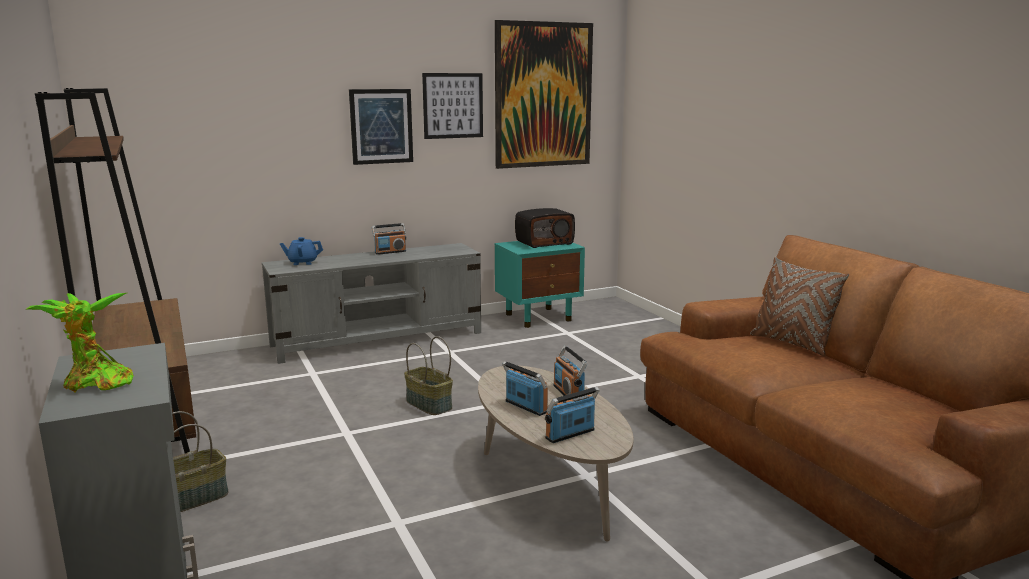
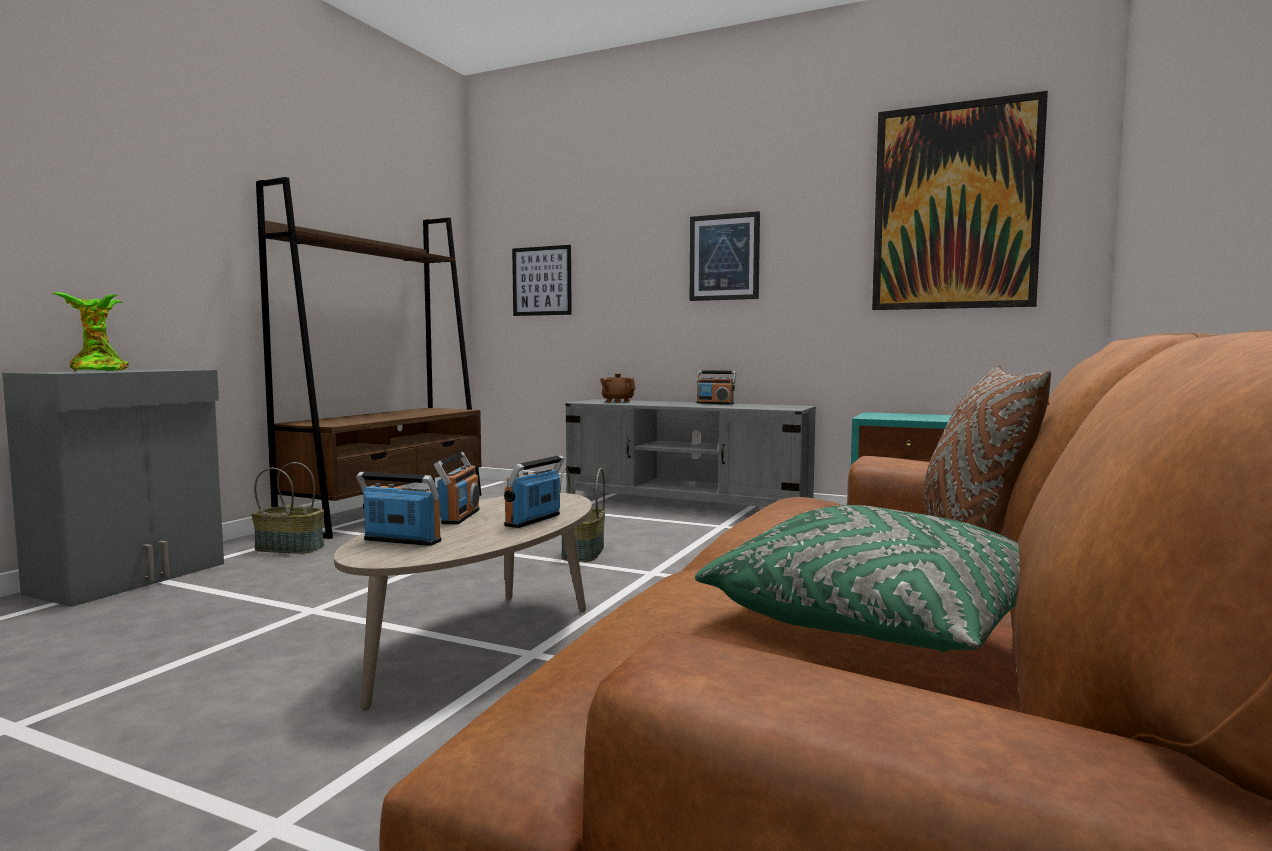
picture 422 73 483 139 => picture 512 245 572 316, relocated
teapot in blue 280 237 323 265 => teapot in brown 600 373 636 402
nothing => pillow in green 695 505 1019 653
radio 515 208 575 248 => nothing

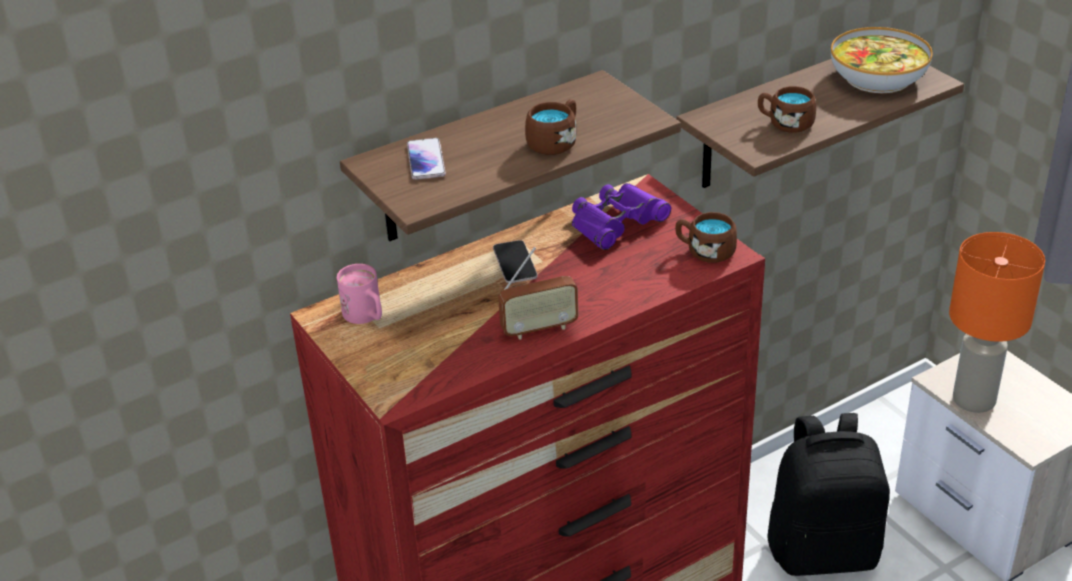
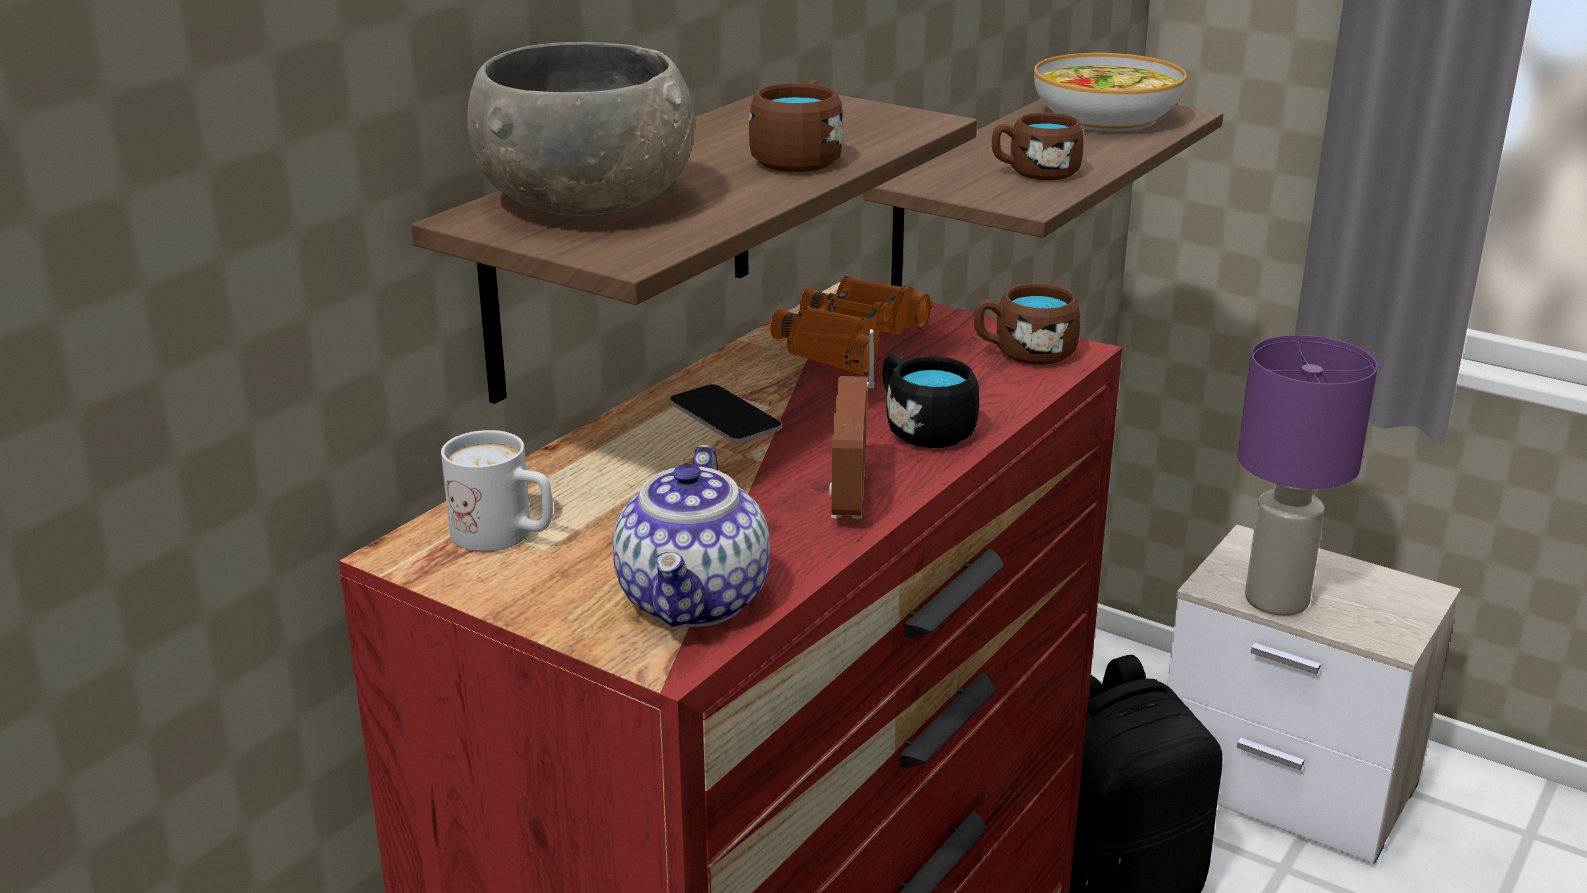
mug in pink 337 264 382 324 => mug in white 441 430 553 552
phone 407 138 446 180 => bowl in grey 467 42 695 217
nothing => teapot 613 445 770 627
binoculars in purple 572 183 671 250 => binoculars in orange 770 276 931 375
radio 498 247 578 339 => radio 829 329 874 519, 135 degrees clockwise
nothing => mug in black 883 354 979 448
table lamp in orange 949 232 1045 413 => table lamp in purple 1237 335 1378 616

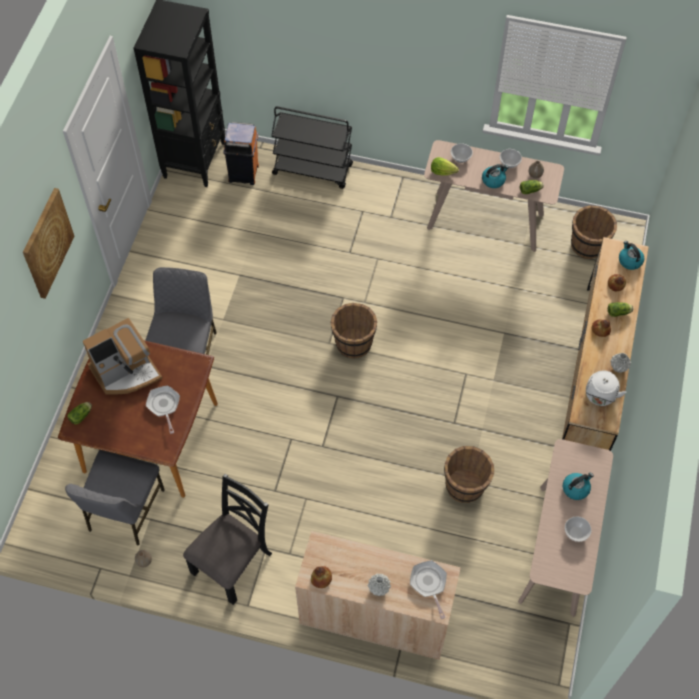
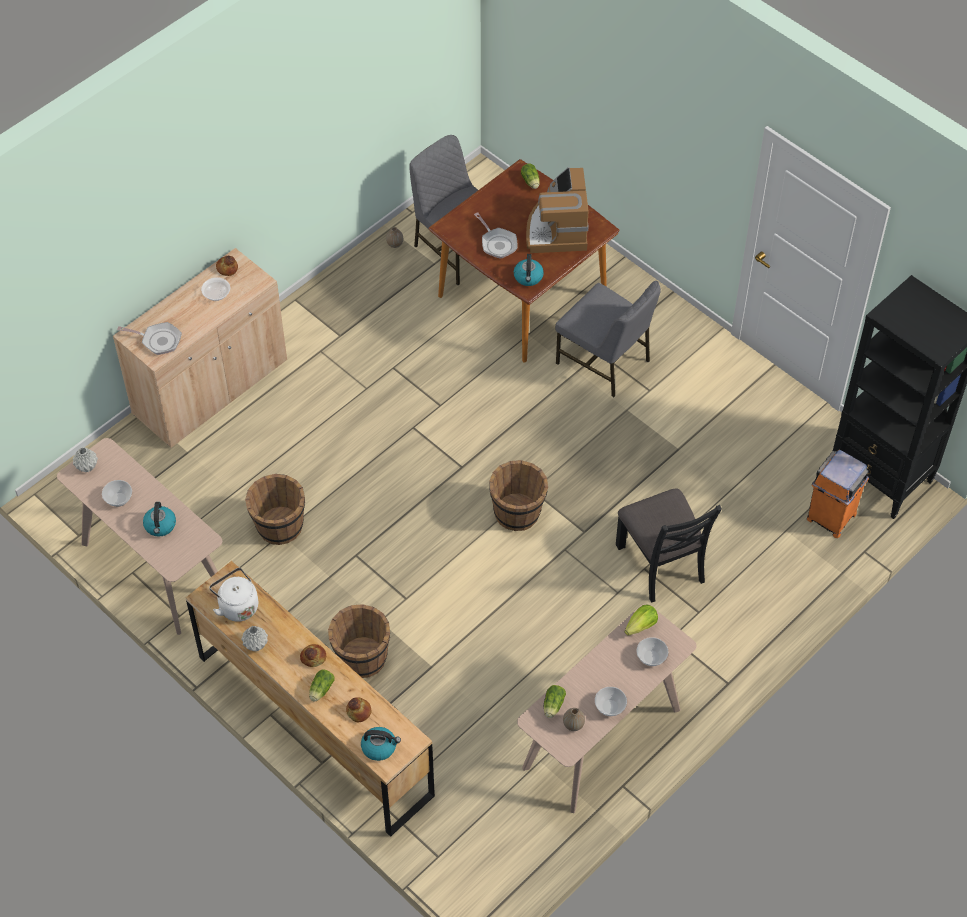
vase in grey 368 574 391 596 => vase in grey 73 447 98 472, relocated
nothing => bowl 201 277 230 301
bucket in brown 571 205 617 259 => bucket in brown 328 604 390 678, relocated
frying pan 146 385 180 434 => frying pan 474 212 518 259, 45 degrees clockwise
kettle 482 164 509 188 => kettle 514 254 544 286, relocated
chair in black 183 474 272 605 => chair in black 616 489 722 603, relocated
picture 23 188 74 299 => nothing
cart in black 271 106 353 189 => nothing

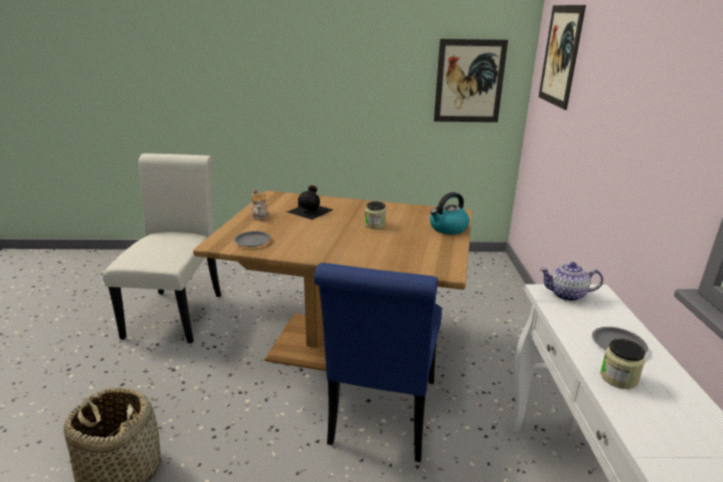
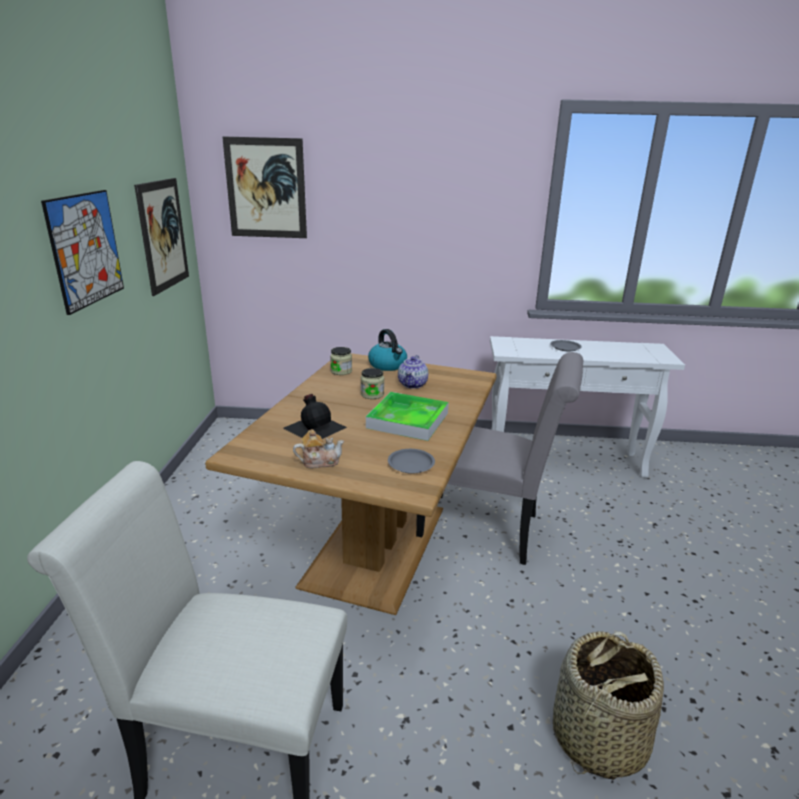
nothing => picture 41 190 124 315
jar 600 339 645 389 => jar 330 347 352 375, relocated
nothing => tray 366 392 449 441
teapot 540 262 603 301 => teapot 398 355 428 389, relocated
chair in blue 314 263 442 462 => chair in grey 416 352 583 565

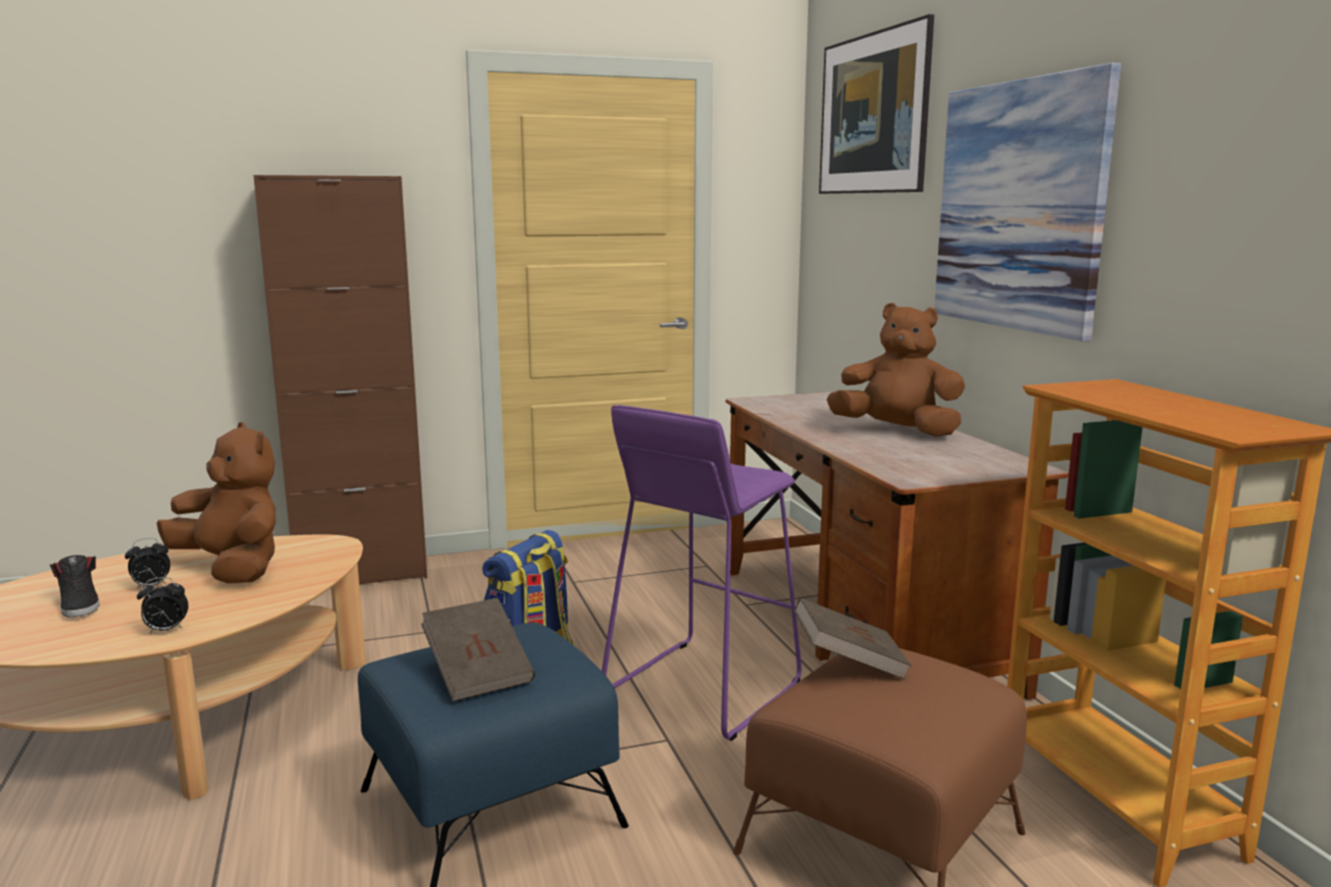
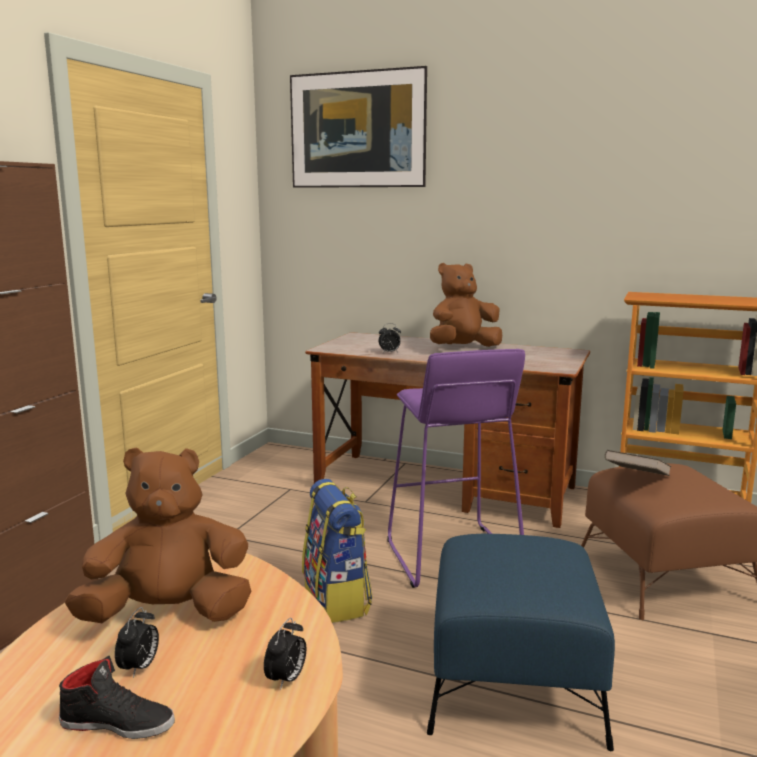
nothing => alarm clock 379 323 401 353
book in brown 421 598 535 701 => nothing
picture 934 63 1121 341 => nothing

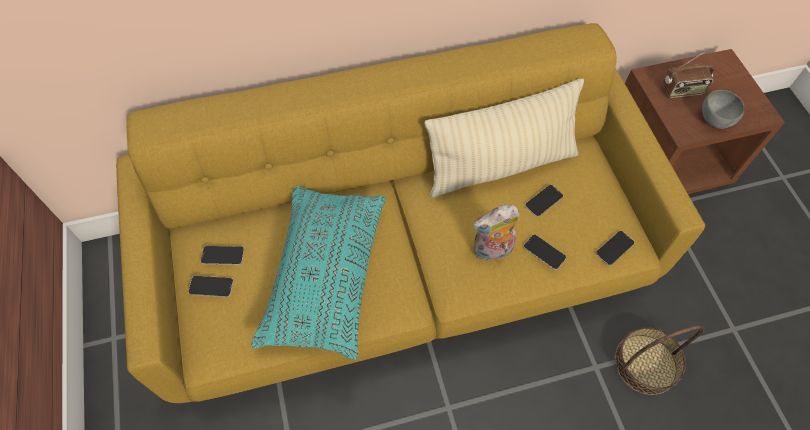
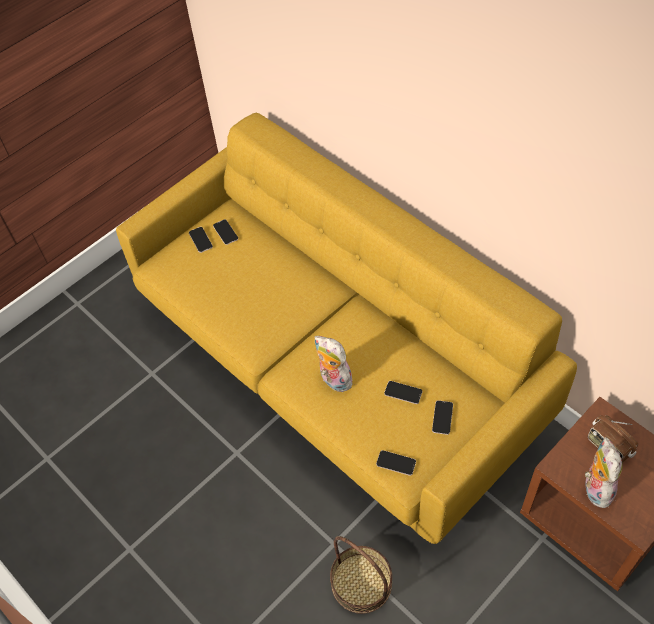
phone 523 234 566 270 => phone 432 400 453 435, relocated
bowl in grey 702 90 745 129 => plush toy 585 437 622 508
pillow in turquoise 251 186 386 360 => nothing
pillow in beige 424 78 584 198 => nothing

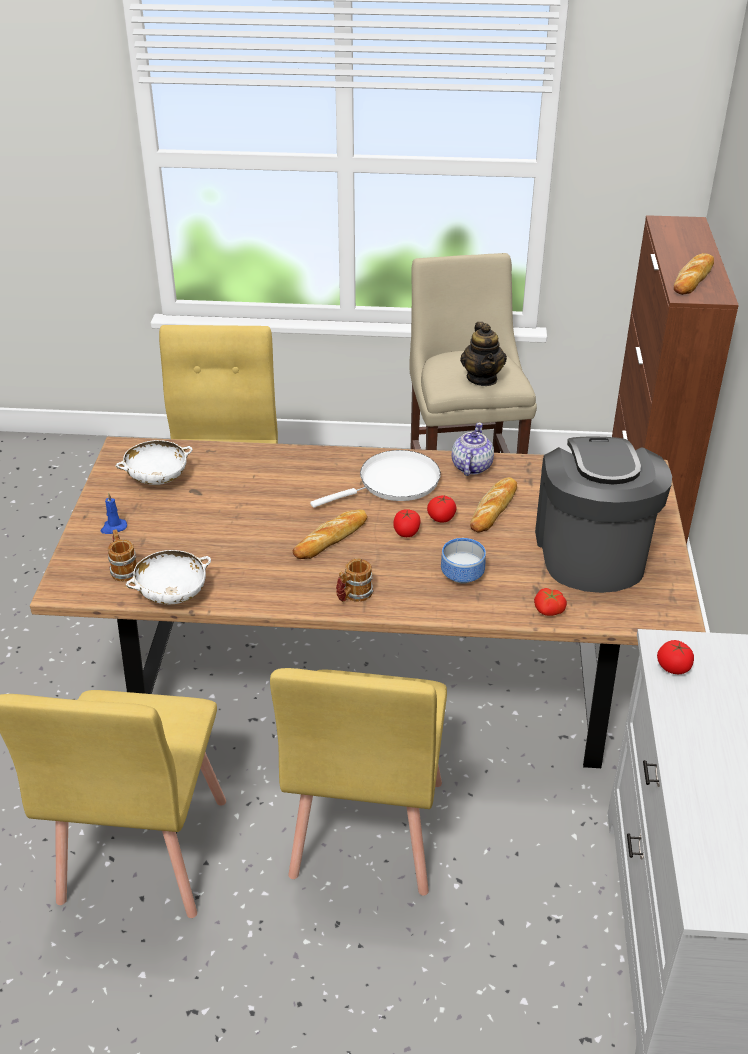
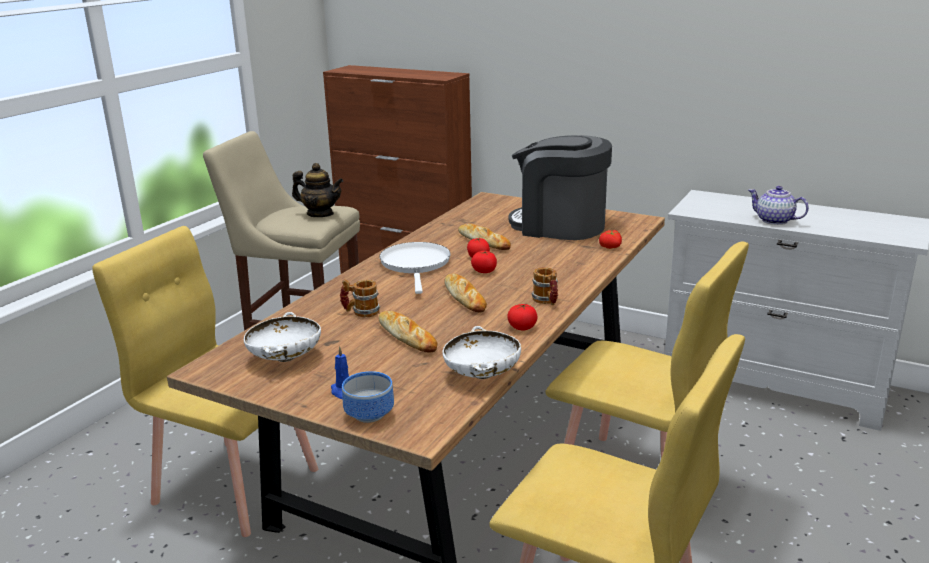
mug 108 530 138 582 => mug 340 279 380 317, relocated
bowl 441 538 486 584 => bowl 342 371 394 423, relocated
bread 674 253 714 295 => bread 378 311 437 352, relocated
tomato 657 640 694 674 => tomato 507 304 537 331, relocated
teapot 452 423 494 476 => teapot 748 186 809 225, relocated

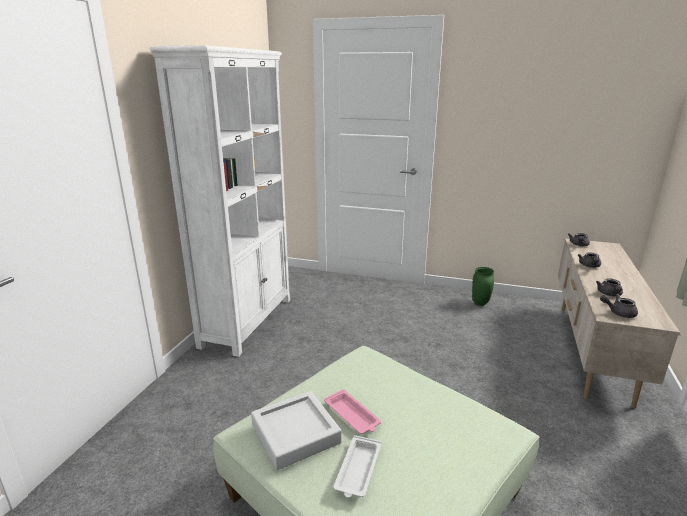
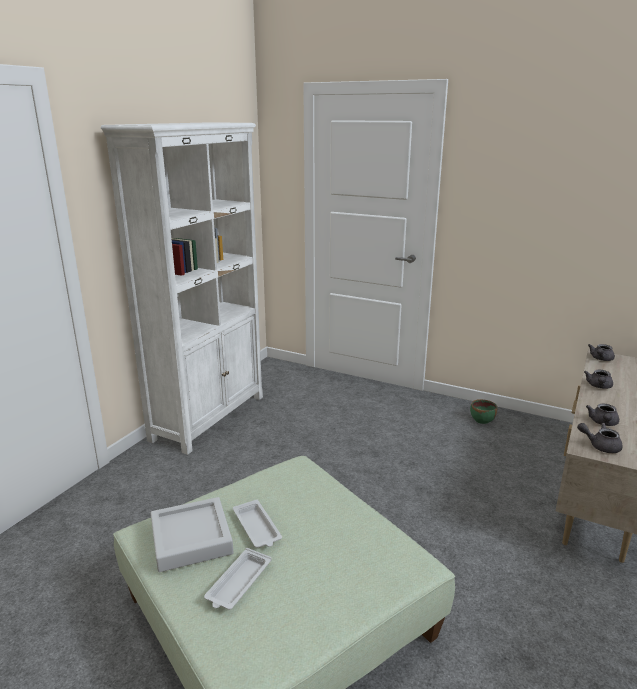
tray in pink 324 389 381 434 => tray in white 233 499 282 548
vase in green 472 267 494 306 => bowl in green 470 399 497 424

